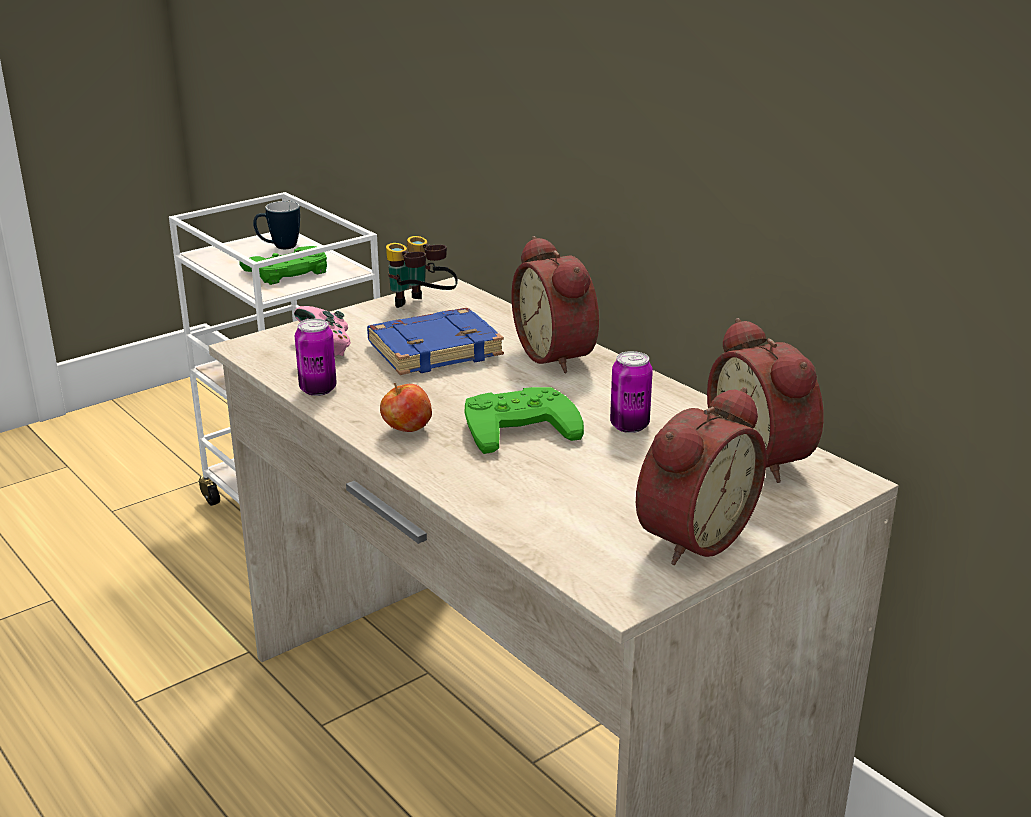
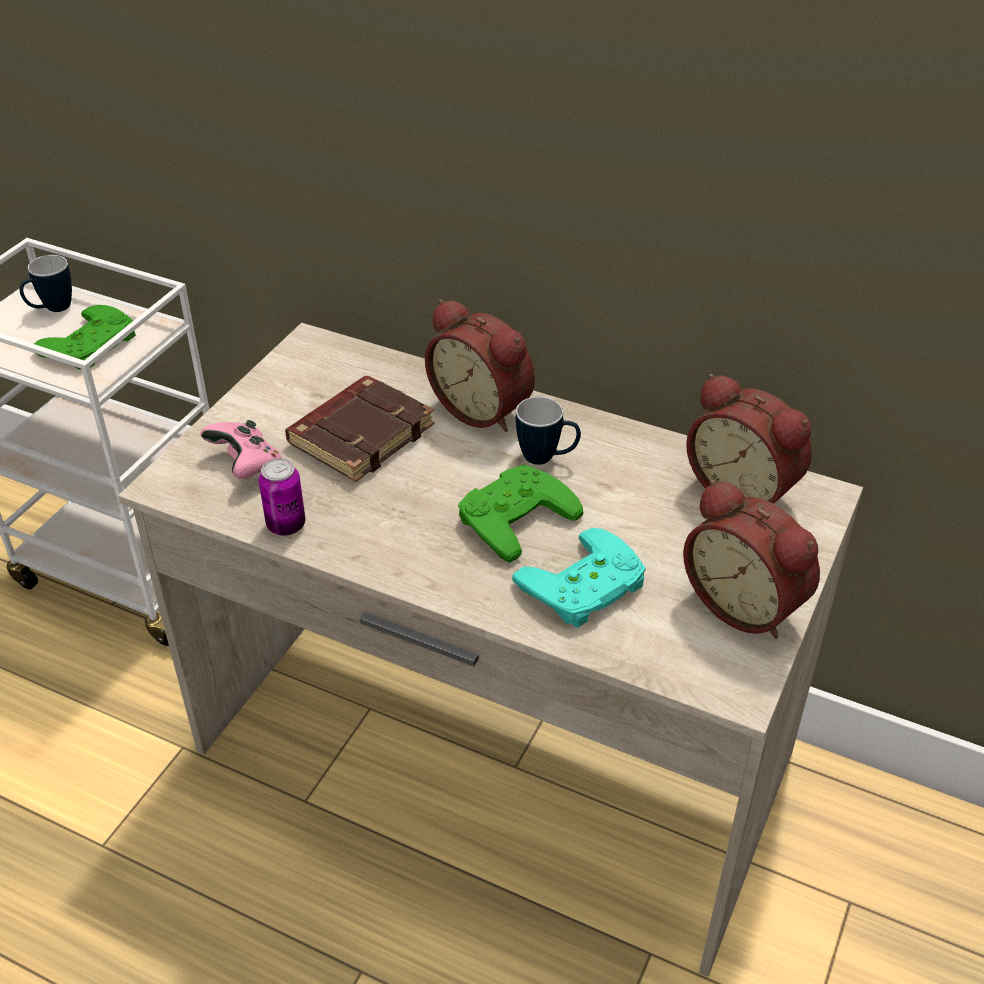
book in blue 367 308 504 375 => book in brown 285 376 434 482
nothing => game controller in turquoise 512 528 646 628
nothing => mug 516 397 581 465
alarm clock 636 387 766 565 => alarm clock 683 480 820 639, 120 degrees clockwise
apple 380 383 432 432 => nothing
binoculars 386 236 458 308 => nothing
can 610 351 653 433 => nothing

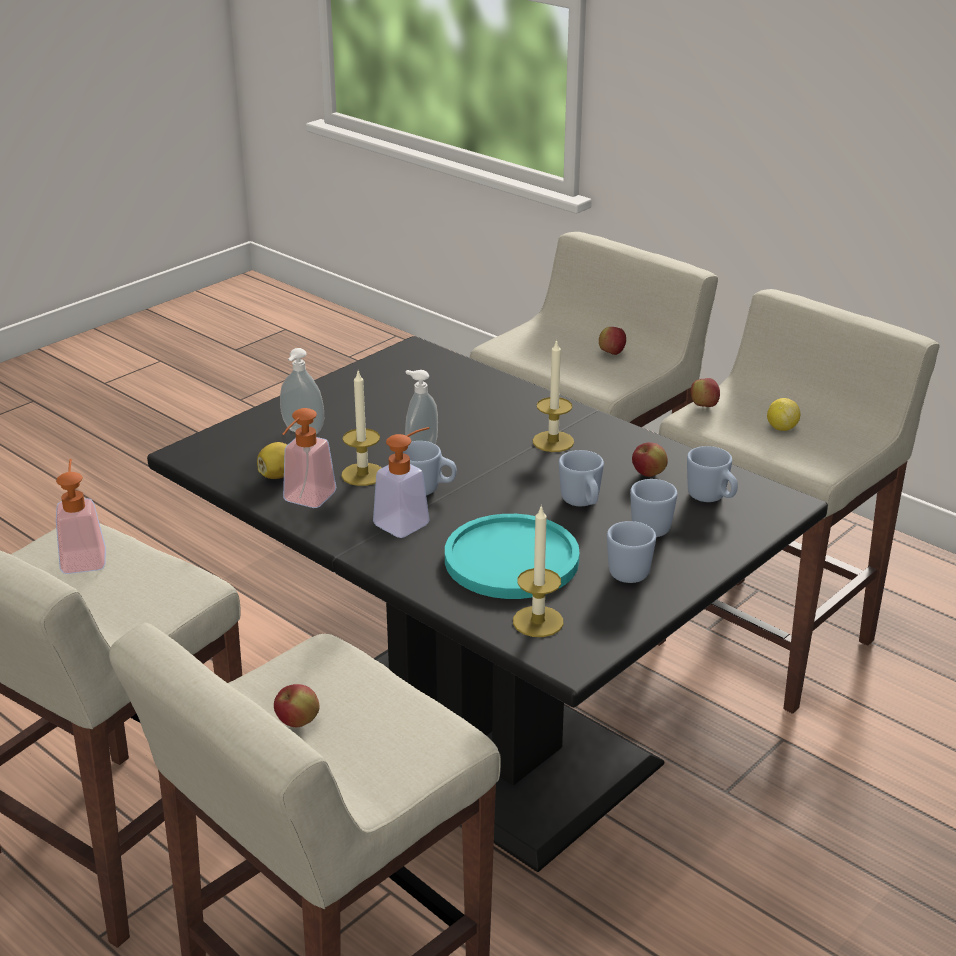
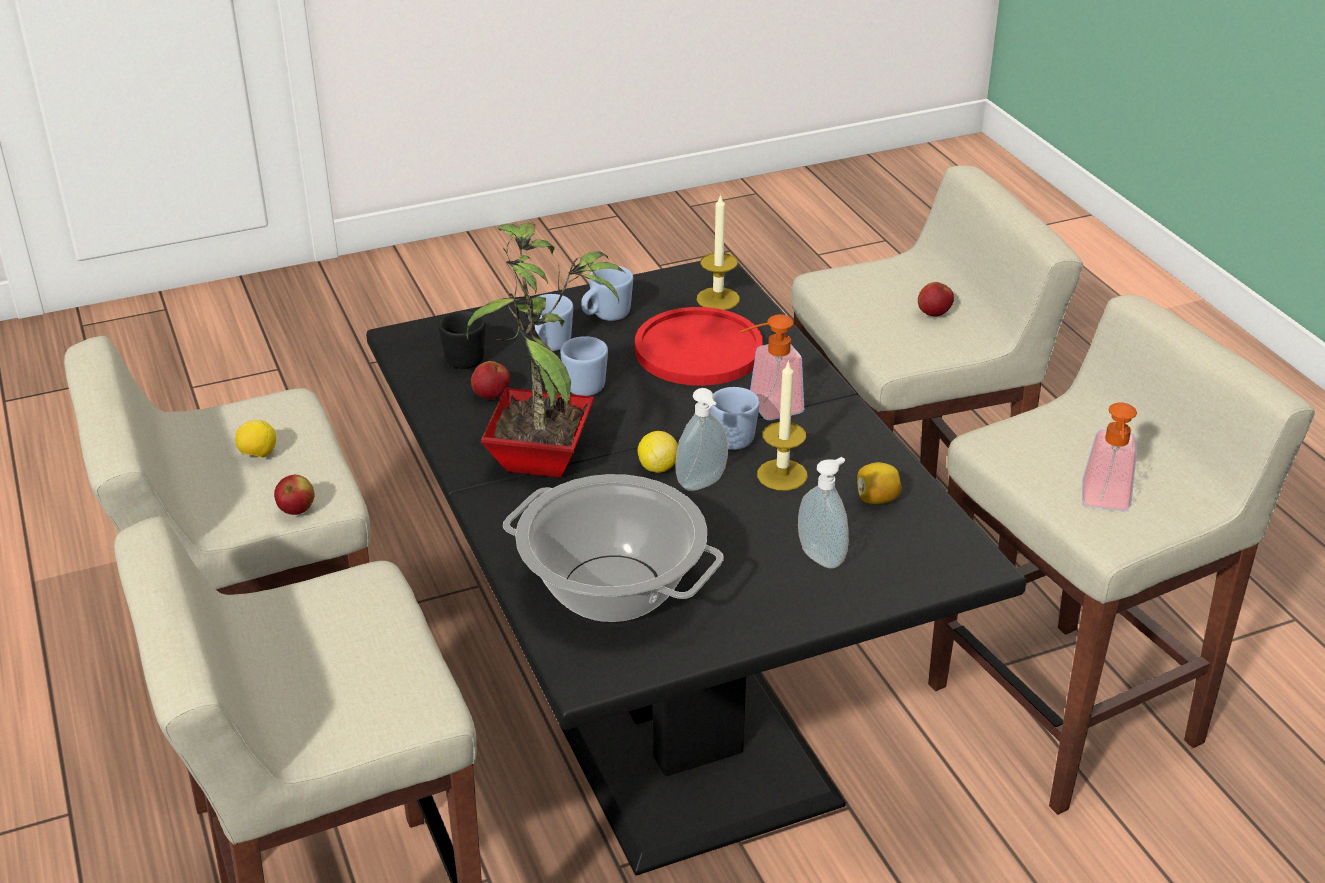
mug in blue 687 446 738 502 => mug in black 438 311 485 369
candle 533 339 574 452 => potted plant 466 223 626 478
nothing => cooking pot 503 474 724 622
plate in turquoise 445 514 580 599 => plate in red 635 307 763 386
nothing => lemon 638 431 678 473
soap dispenser 283 408 336 508 => nothing
apple 599 327 626 355 => nothing

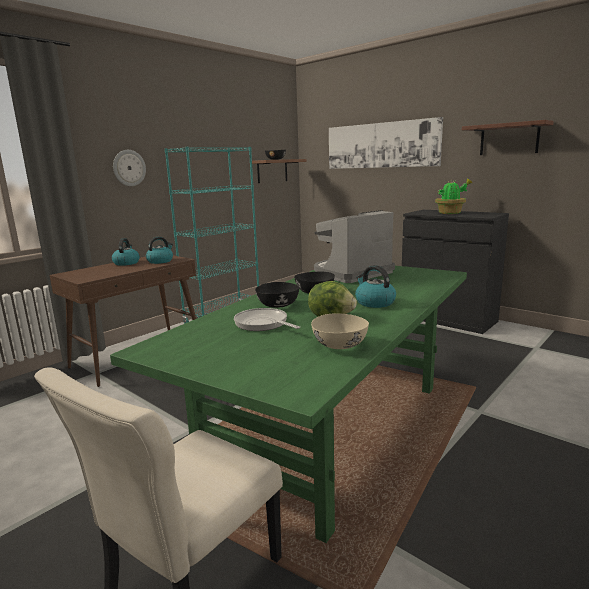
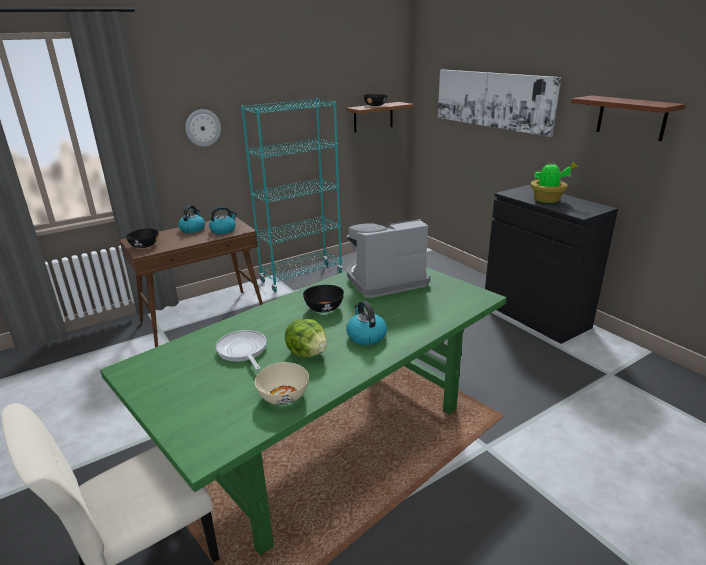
bowl in black 255 282 299 308 => bowl in black 126 228 158 248, relocated

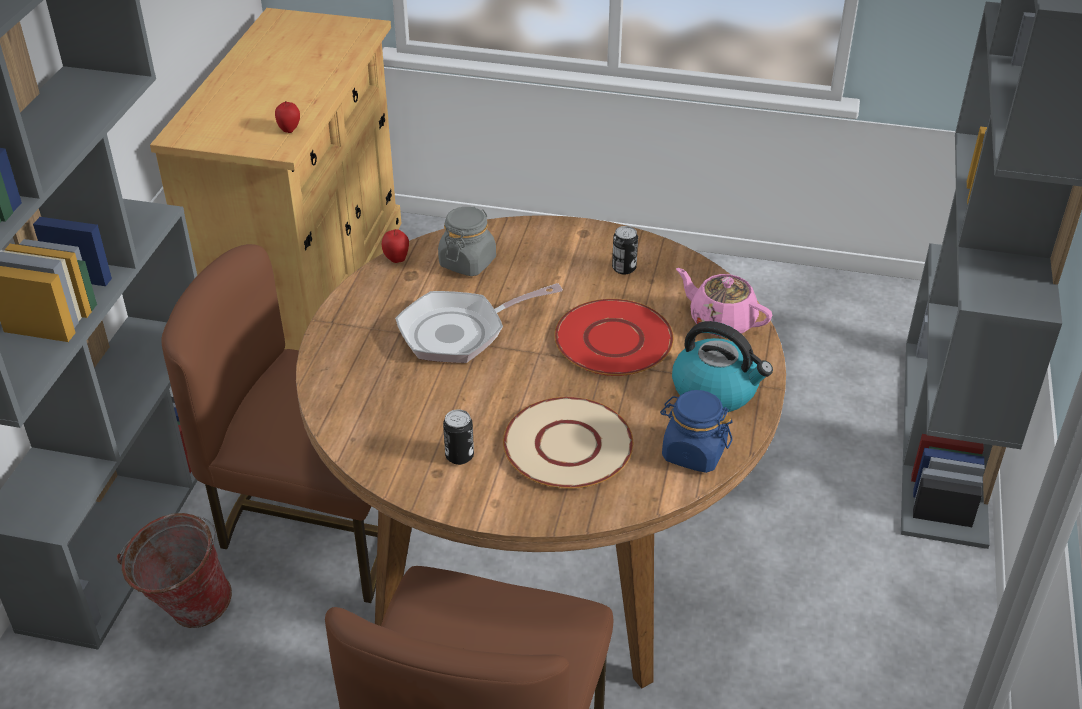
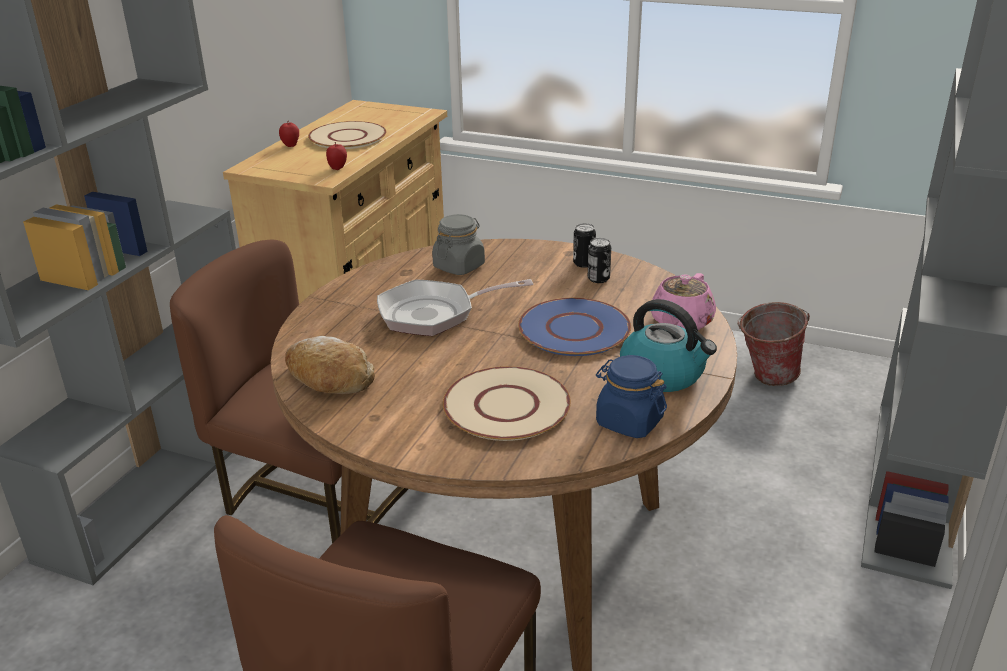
apple 382 229 409 263 => apple 279 120 299 147, relocated
nothing => bread 285 336 375 394
nothing => plate in beige 308 121 386 149
plate in red 554 299 674 376 => plate in blue 518 298 631 356
can 443 410 474 465 => can 573 223 596 268, relocated
teapot in pink 676 268 773 337 => teapot in pink 651 273 716 330, 105 degrees counterclockwise
bucket 117 513 232 628 => bucket 737 302 810 386, relocated

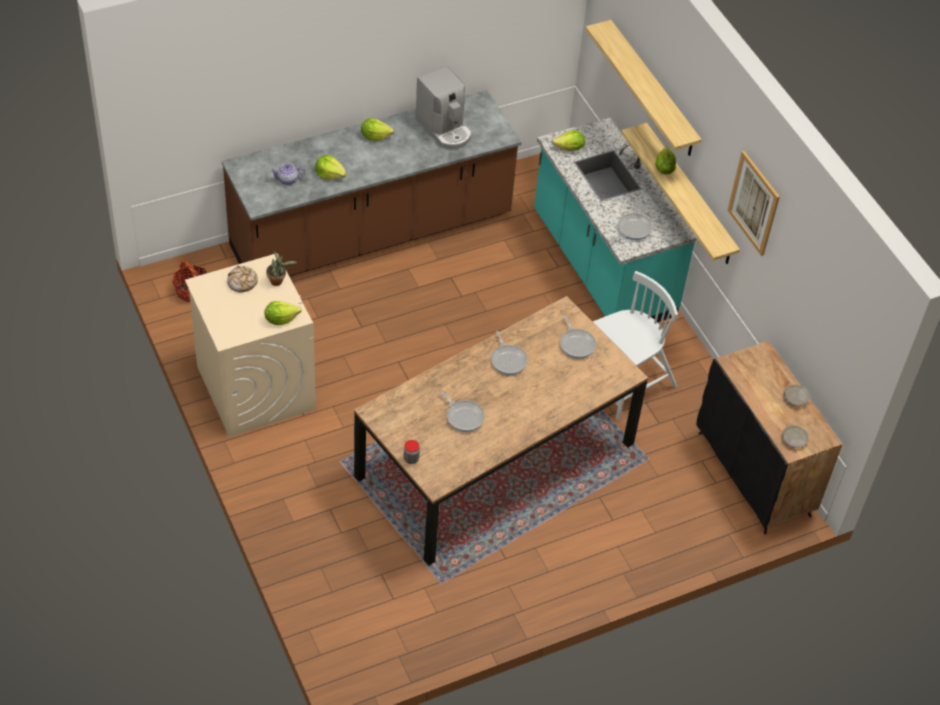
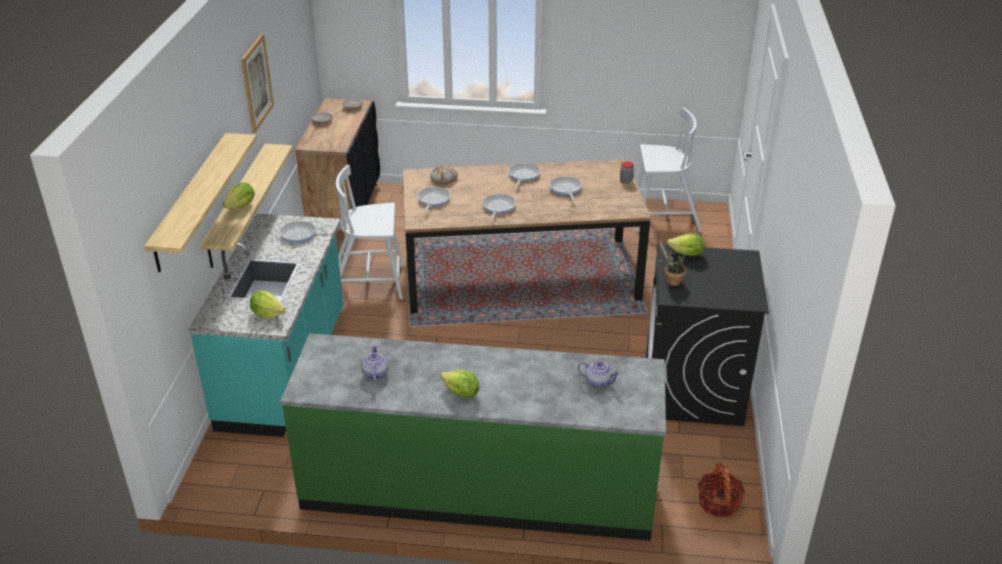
counter in brown 222 90 522 276 => counter in green 280 333 666 541
coffee machine 415 66 472 149 => teapot 361 345 388 382
bread 227 266 258 293 => bread 430 166 458 184, relocated
nothing => frying pan 508 163 540 186
nothing => chair in white 636 108 702 232
washing machine in beige 185 253 316 437 => washing machine in black 646 244 769 426
lettuce 315 154 347 180 => nothing

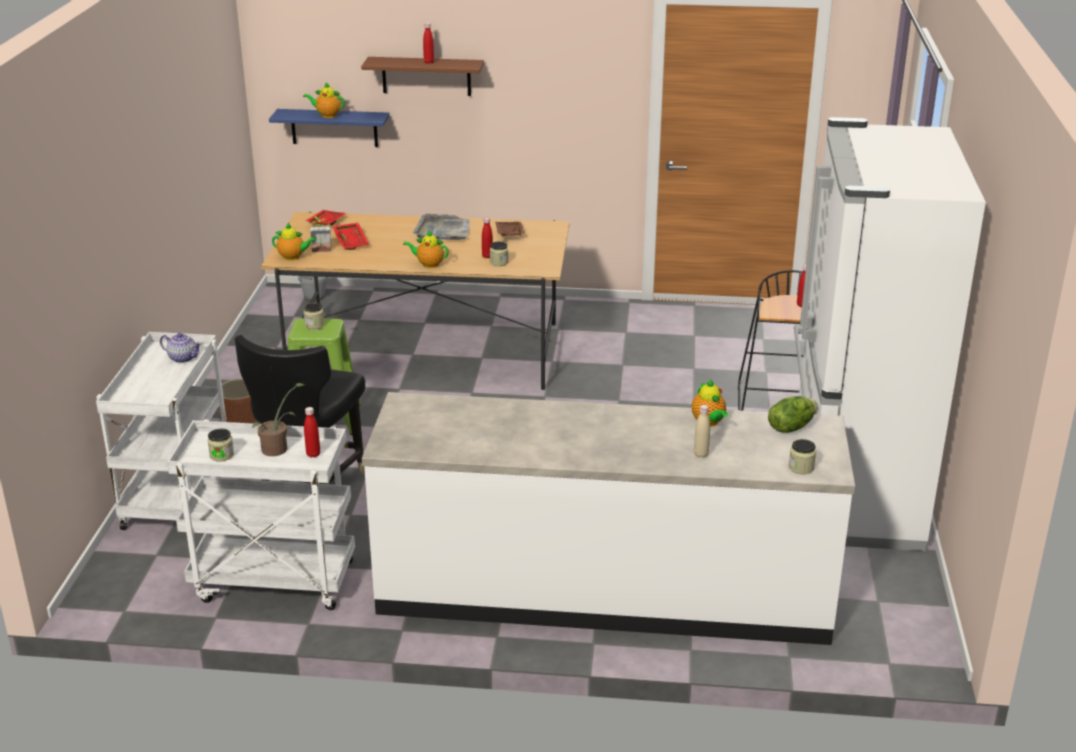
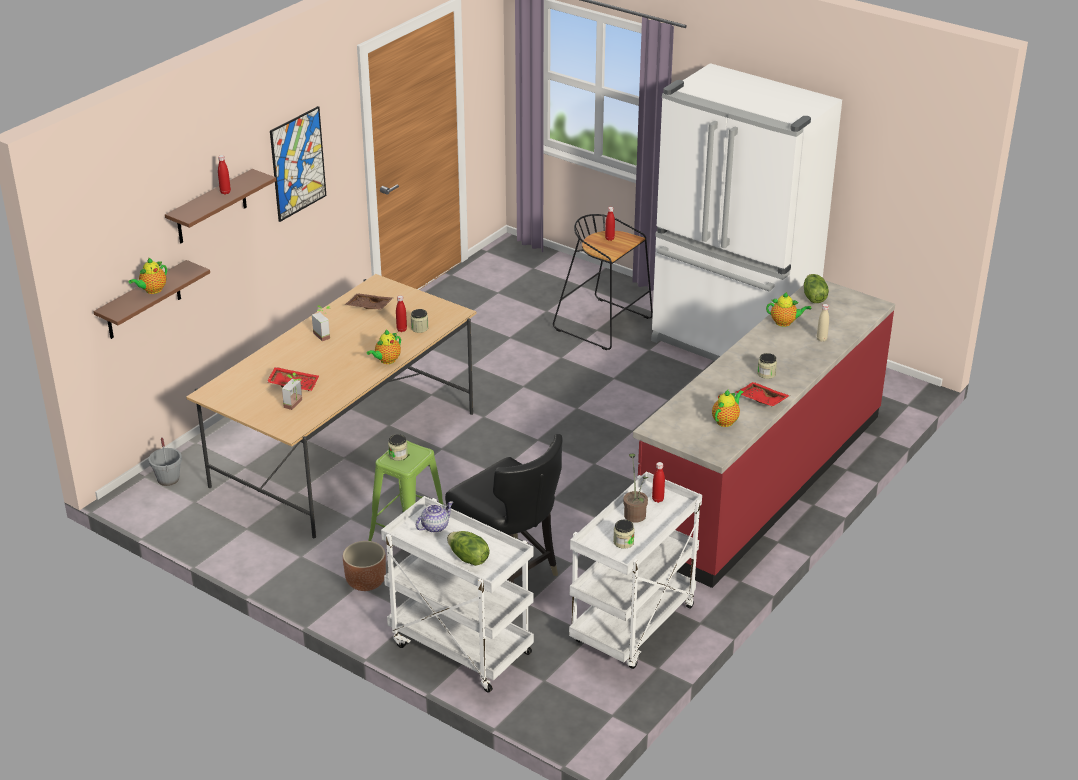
shelf in blue 269 109 390 147 => shelf in brown 93 260 210 339
nothing => picture 270 106 326 222
tray in grey 413 214 470 240 => potted plant 312 305 331 341
nothing => lettuce 447 531 490 566
counter in white 362 392 855 645 => counter in red 633 280 895 588
teapot 272 223 317 260 => teapot 712 390 744 427, relocated
tray in red 306 210 346 226 => tray in red 736 382 790 407, relocated
jar 789 439 816 474 => jar 757 353 777 379, relocated

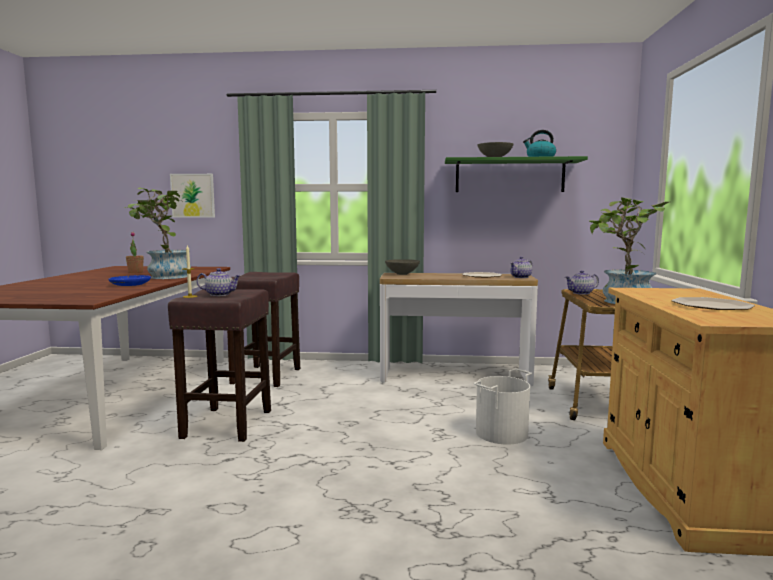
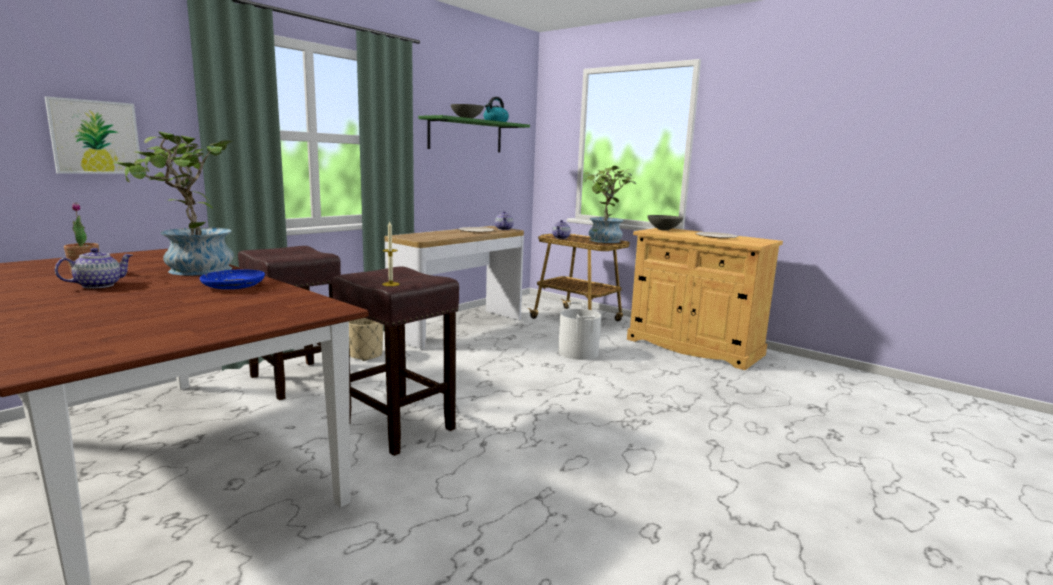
teapot 197 268 241 296 => teapot 55 248 133 289, relocated
nothing => planter in beige 349 318 383 361
bowl in grey 385 259 420 275 => bowl in grey 647 215 683 231, relocated

